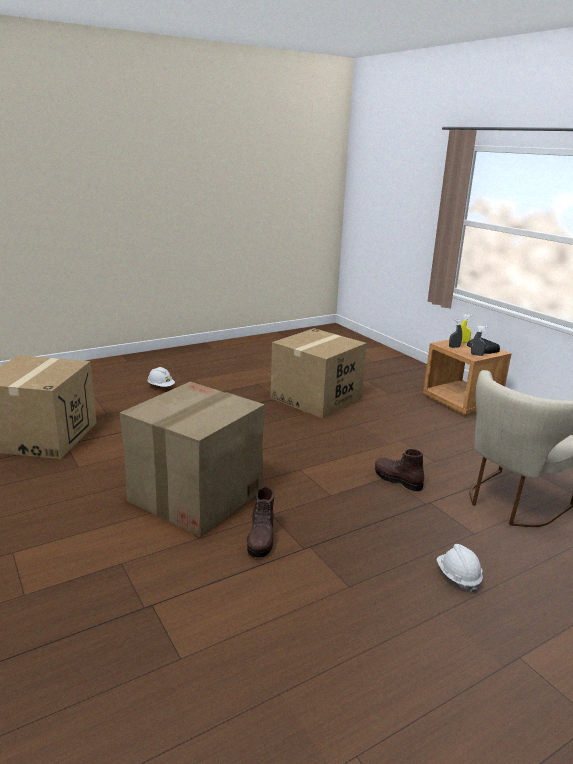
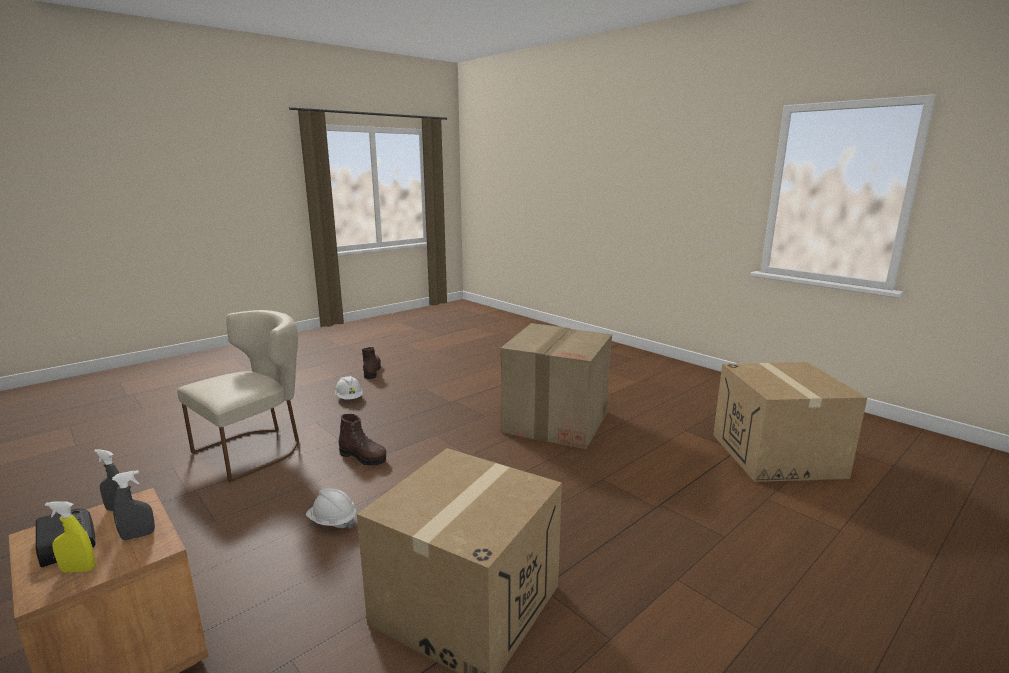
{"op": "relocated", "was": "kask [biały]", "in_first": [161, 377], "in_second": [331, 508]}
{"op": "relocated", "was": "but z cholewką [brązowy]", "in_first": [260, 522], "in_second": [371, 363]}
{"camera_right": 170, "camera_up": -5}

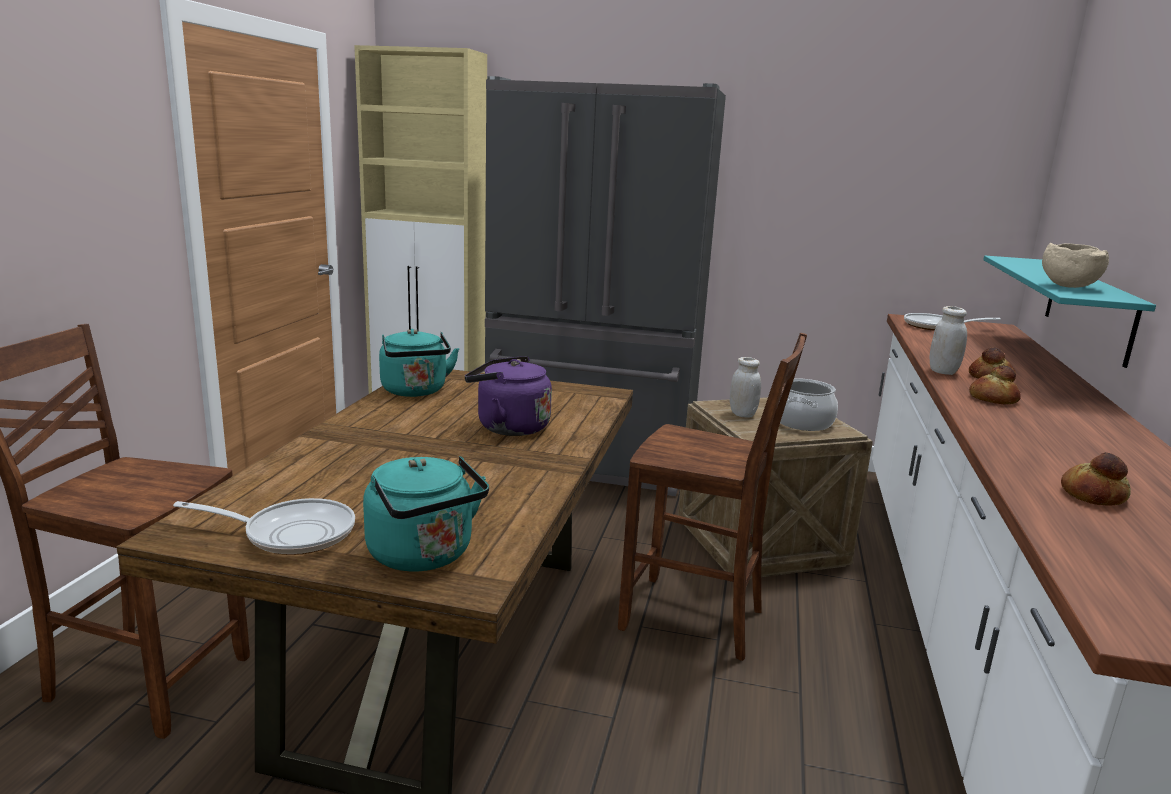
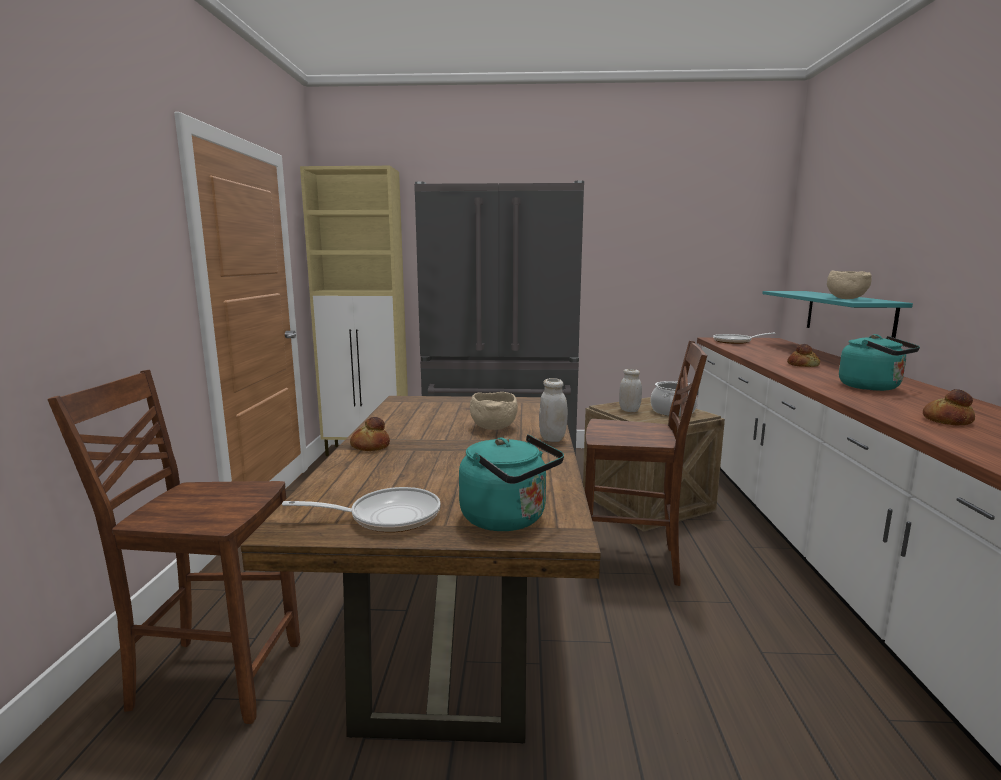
{"op": "relocated", "was": "chleb", "in_first": [995, 385], "in_second": [370, 434]}
{"op": "exchanged", "was": "czajnik [fioletowy]", "now": "miska [beżowy]", "in_first": [508, 396], "in_second": [494, 411]}
{"op": "relocated", "was": "słoik [biały]", "in_first": [948, 340], "in_second": [553, 410]}
{"op": "relocated", "was": "czajnik [turkusowy]", "in_first": [419, 363], "in_second": [879, 362]}
{"camera_right": -10, "camera_up": -5}

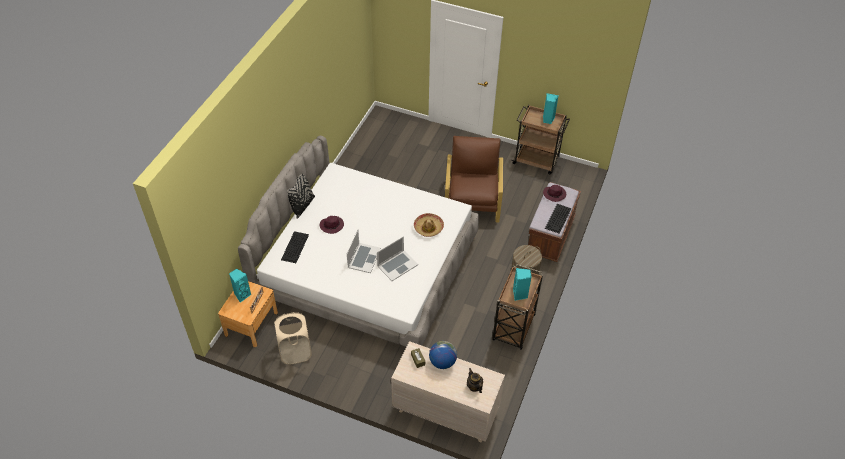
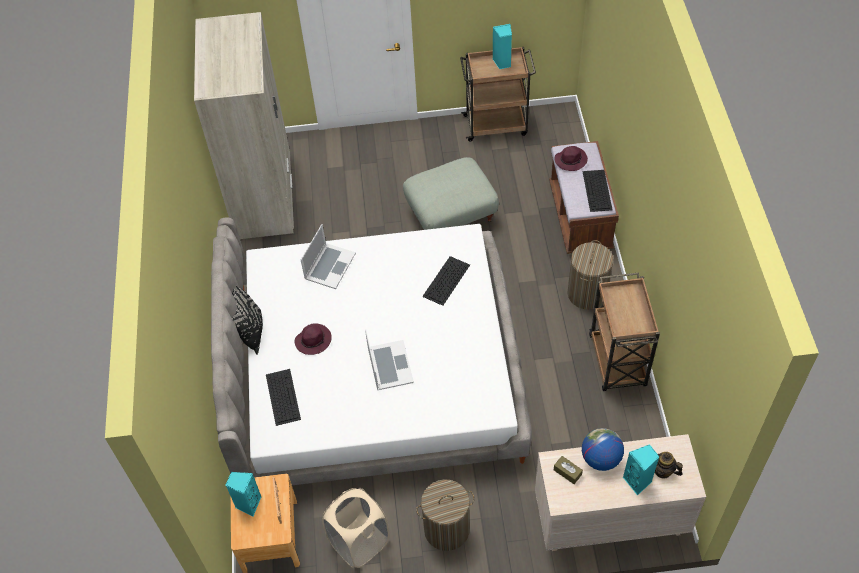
{"op": "appeared", "now": "szafa [beżowy]", "in_second": [244, 125]}
{"op": "relocated", "was": "laptop", "in_first": [397, 258], "in_second": [328, 256]}
{"op": "exchanged", "was": "fotel [brązowy]", "now": "pufa [szary]", "in_first": [474, 179], "in_second": [451, 193]}
{"op": "appeared", "now": "kosz na pranie", "in_second": [445, 515]}
{"op": "exchanged", "was": "kapelusz", "now": "klawiatura", "in_first": [429, 225], "in_second": [446, 281]}
{"op": "relocated", "was": "głośnik [turkusowy]", "in_first": [522, 284], "in_second": [641, 470]}
{"camera_right": -25, "camera_up": 5}

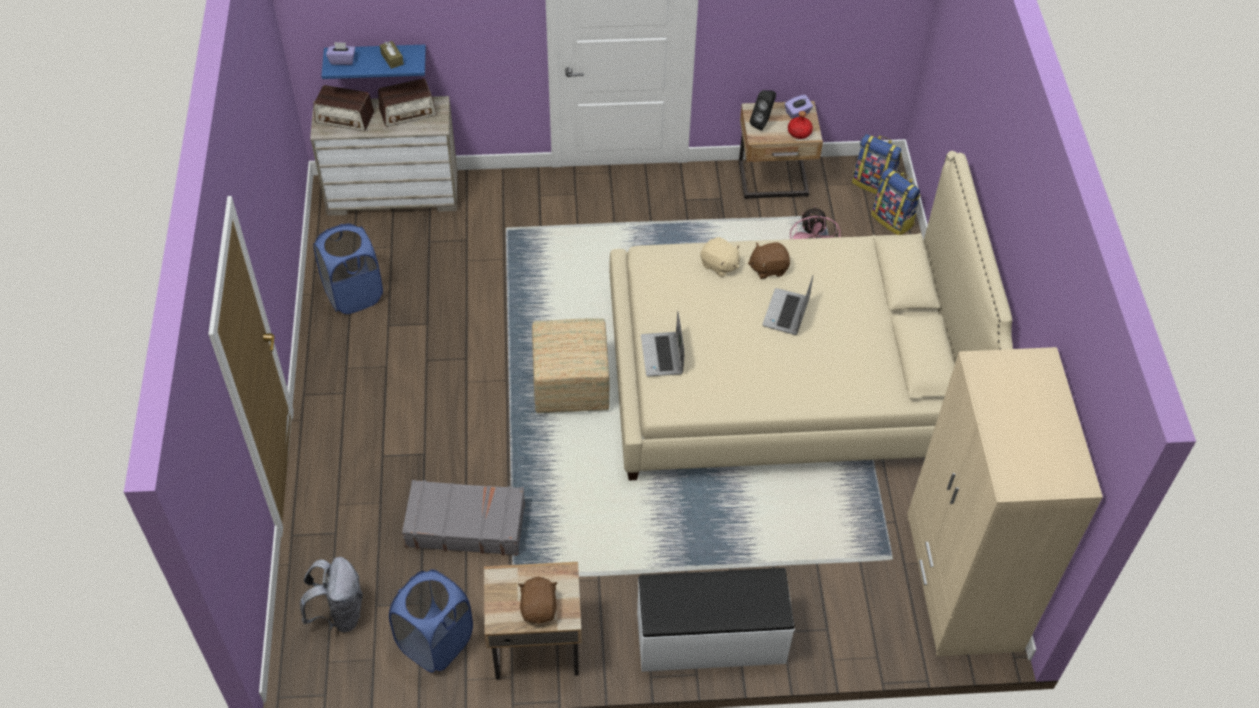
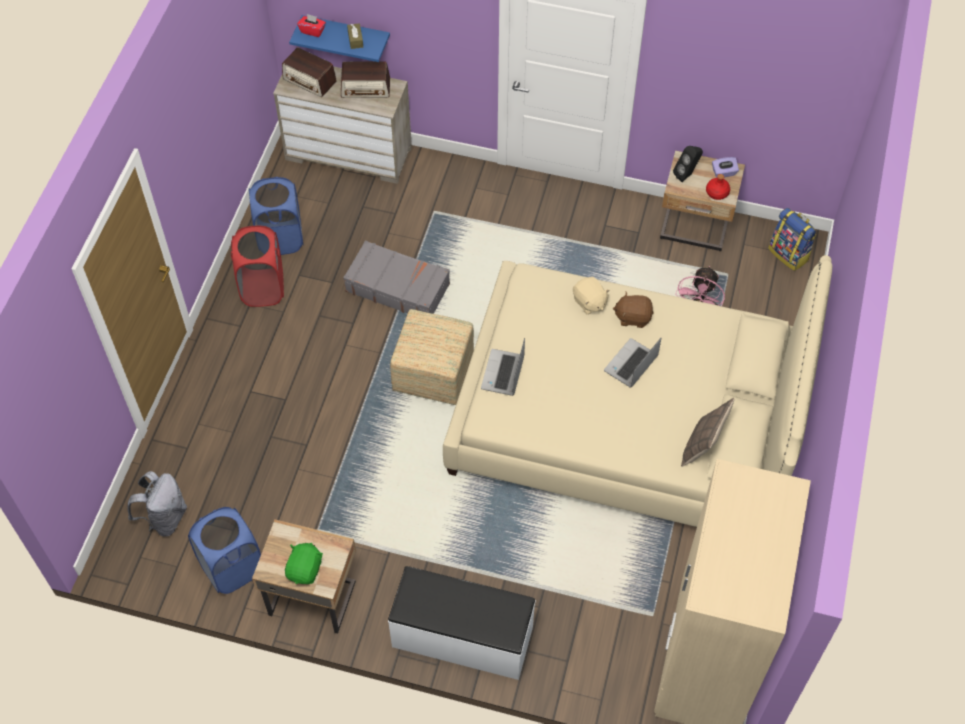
{"op": "appeared", "now": "kosz na pranie [czerwony]", "in_second": [257, 266]}
{"op": "colour", "was": "pluszak [brązowy]", "now": "pluszak [zielony]", "in_first": [537, 600], "in_second": [304, 563]}
{"op": "colour", "was": "pudełko chusteczek [fioletowy]", "now": "pudełko chusteczek [czerwony]", "in_first": [340, 53], "in_second": [311, 25]}
{"op": "relocated", "was": "walizka [szary]", "in_first": [463, 518], "in_second": [396, 277]}
{"op": "appeared", "now": "poduszka", "in_second": [707, 432]}
{"op": "missing", "was": "plecak", "in_first": [896, 201]}
{"camera_right": 20, "camera_up": 5}

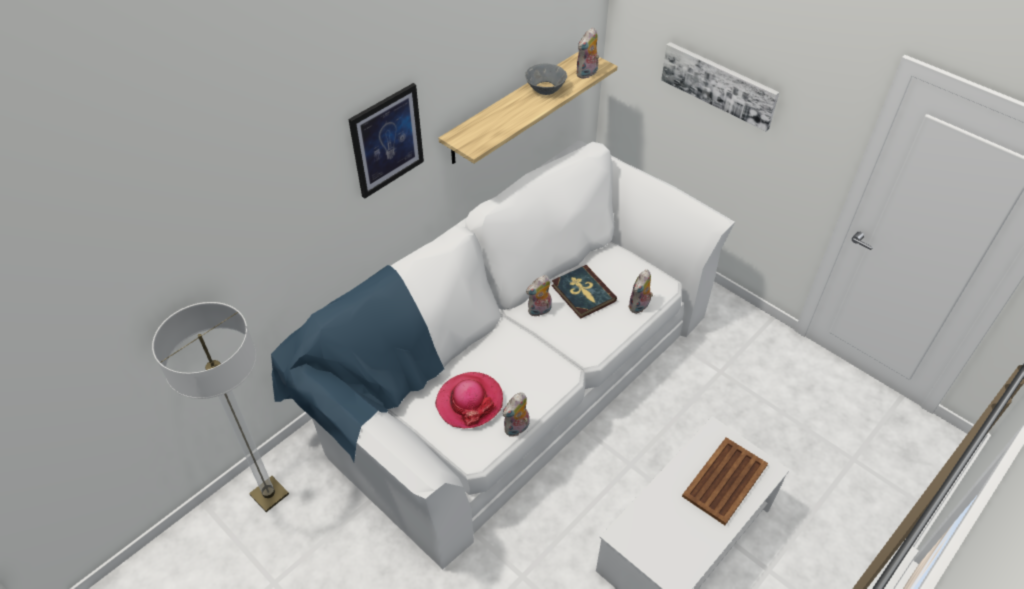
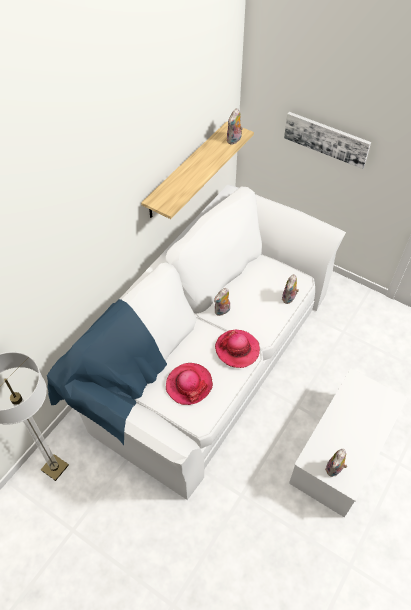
{"op": "appeared", "now": "kapelusz", "in_second": [237, 349]}
{"op": "relocated", "was": "pluszak", "in_first": [516, 414], "in_second": [336, 463]}
{"op": "missing", "was": "obraz", "in_first": [386, 141]}
{"op": "missing", "was": "miska [szary]", "in_first": [546, 79]}
{"op": "missing", "was": "książka", "in_first": [584, 292]}
{"op": "missing", "was": "taca [brązowy]", "in_first": [725, 481]}
{"camera_right": -10, "camera_up": 5}

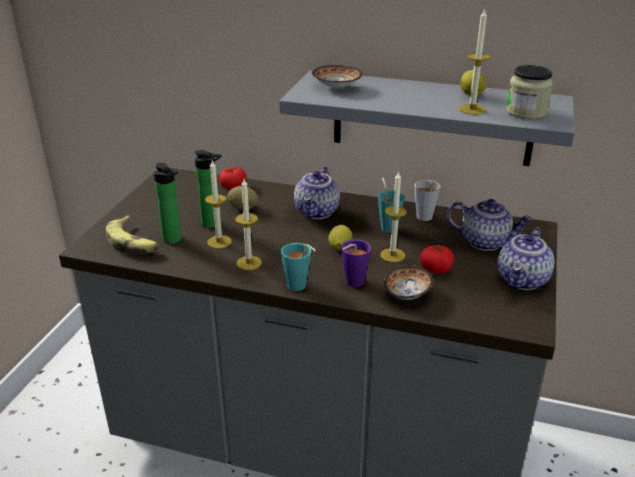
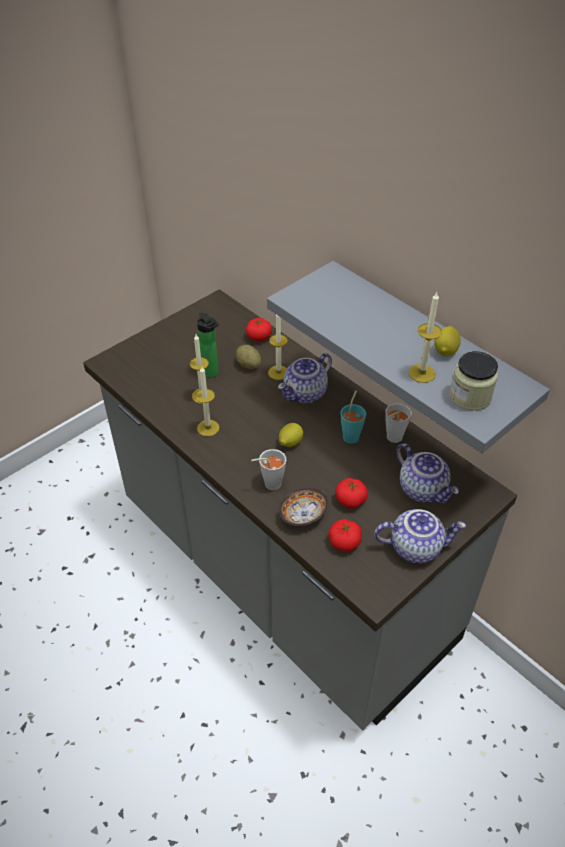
{"op": "colour", "was": "filiżanka [fioletowy]", "now": "filiżanka [szary]", "in_first": [356, 263], "in_second": [269, 469]}
{"op": "relocated", "was": "świeca", "in_first": [393, 216], "in_second": [278, 347]}
{"op": "appeared", "now": "pomidor", "in_second": [345, 535]}
{"op": "spun", "was": "imbryk", "in_first": [525, 258], "in_second": [420, 536], "clockwise": -150}
{"op": "missing", "was": "banan", "in_first": [132, 235]}
{"op": "missing", "was": "butelka", "in_first": [168, 203]}
{"op": "missing", "was": "filiżanka [turkusowy]", "in_first": [298, 267]}
{"op": "missing", "was": "miska", "in_first": [337, 76]}
{"camera_right": 30, "camera_up": 15}

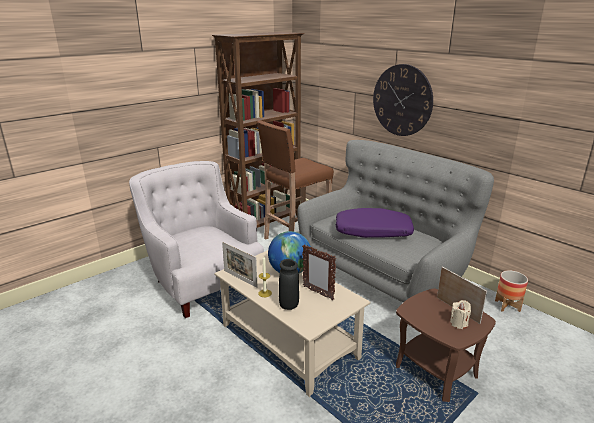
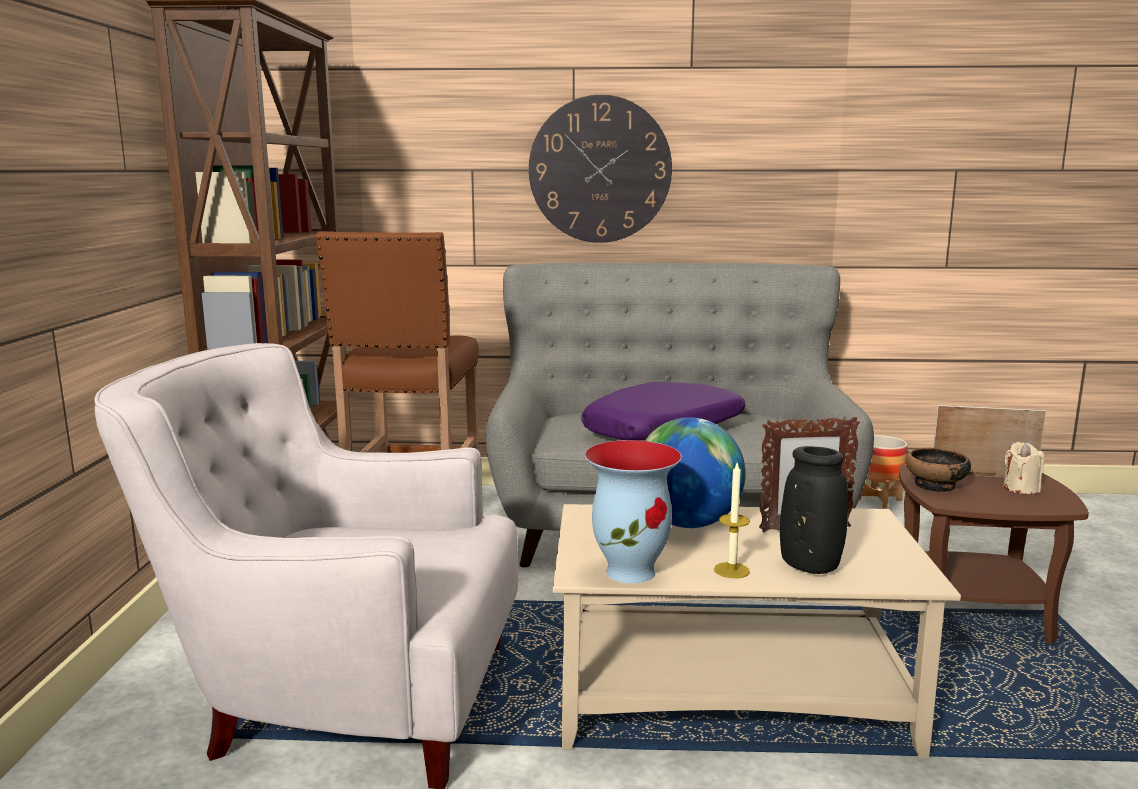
{"op": "exchanged", "was": "ramka na zdjęcie", "now": "wazon", "in_first": [240, 265], "in_second": [633, 511]}
{"op": "appeared", "now": "miska", "in_second": [938, 470]}
{"camera_right": -45, "camera_up": -10}

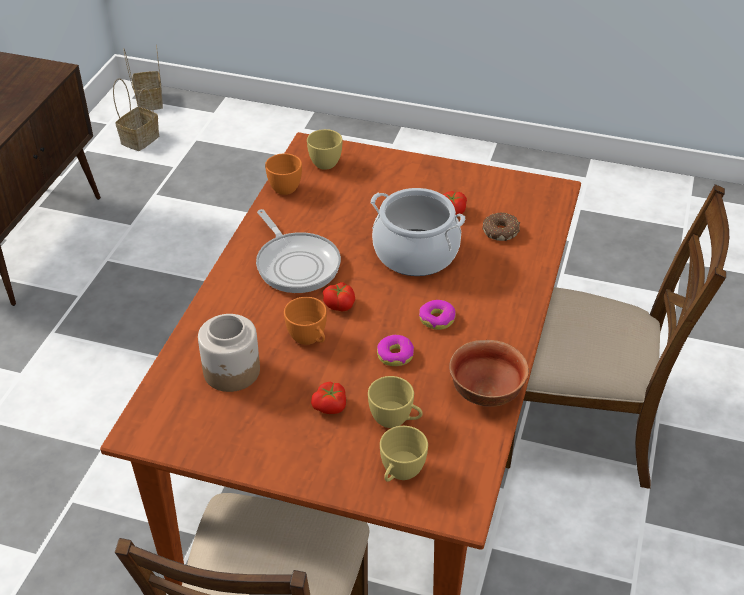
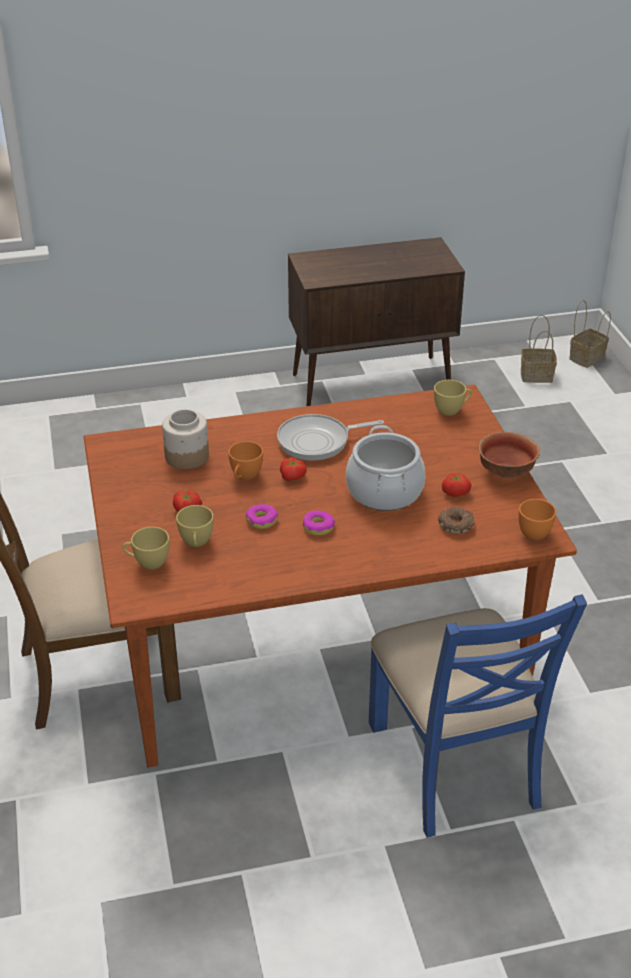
{"op": "spun", "was": "patelnia", "in_first": [298, 251], "in_second": [330, 437], "clockwise": 45}
{"op": "colour", "was": "krzesło [brązowy]", "now": "krzesło [niebieski]", "in_first": [617, 336], "in_second": [478, 716]}
{"op": "relocated", "was": "miska", "in_first": [489, 373], "in_second": [509, 455]}
{"op": "relocated", "was": "filiżanka [pomarańczowy]", "in_first": [283, 174], "in_second": [537, 519]}
{"camera_right": 60, "camera_up": -5}

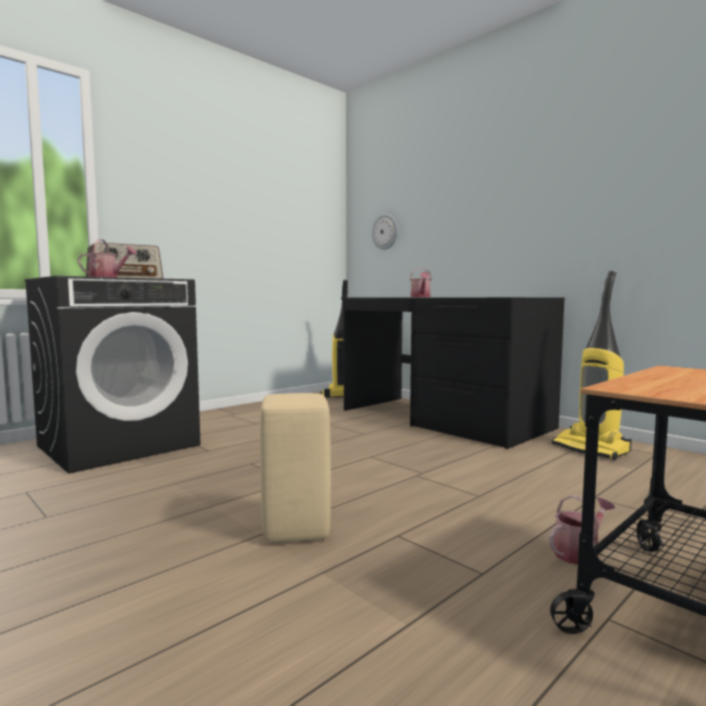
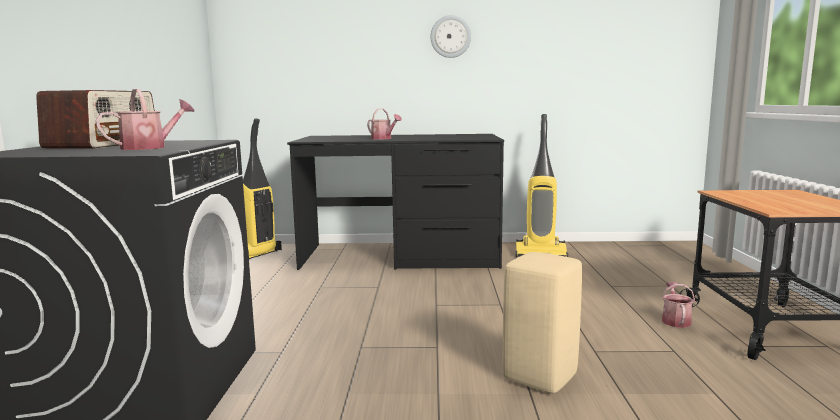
{"op": "relocated", "was": "zegar ścienny", "in_first": [385, 232], "in_second": [451, 36]}
{"camera_right": -45, "camera_up": 5}

